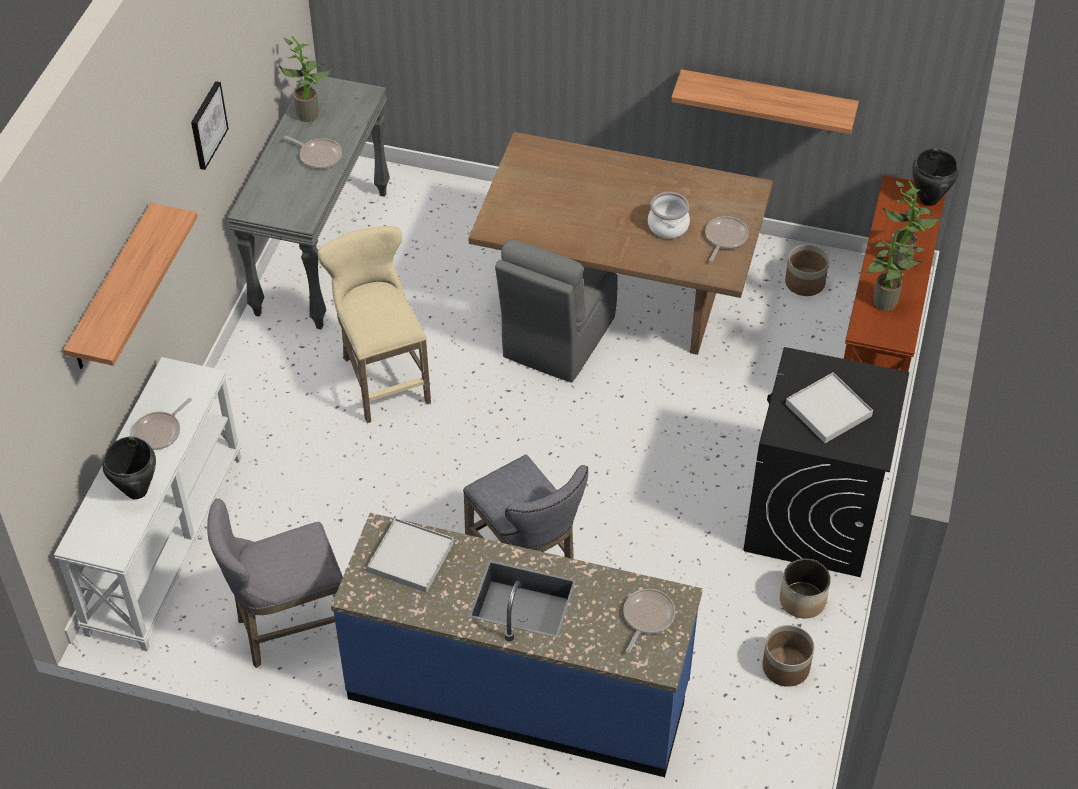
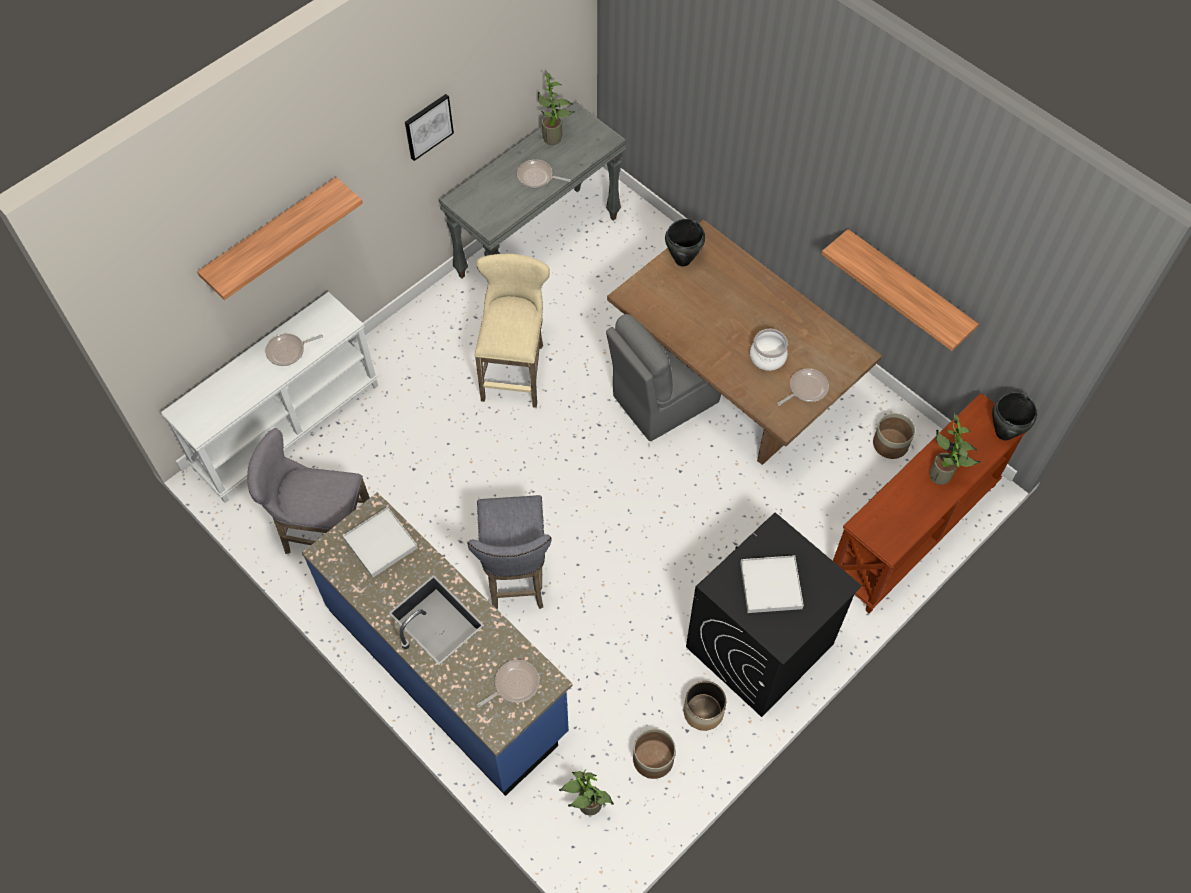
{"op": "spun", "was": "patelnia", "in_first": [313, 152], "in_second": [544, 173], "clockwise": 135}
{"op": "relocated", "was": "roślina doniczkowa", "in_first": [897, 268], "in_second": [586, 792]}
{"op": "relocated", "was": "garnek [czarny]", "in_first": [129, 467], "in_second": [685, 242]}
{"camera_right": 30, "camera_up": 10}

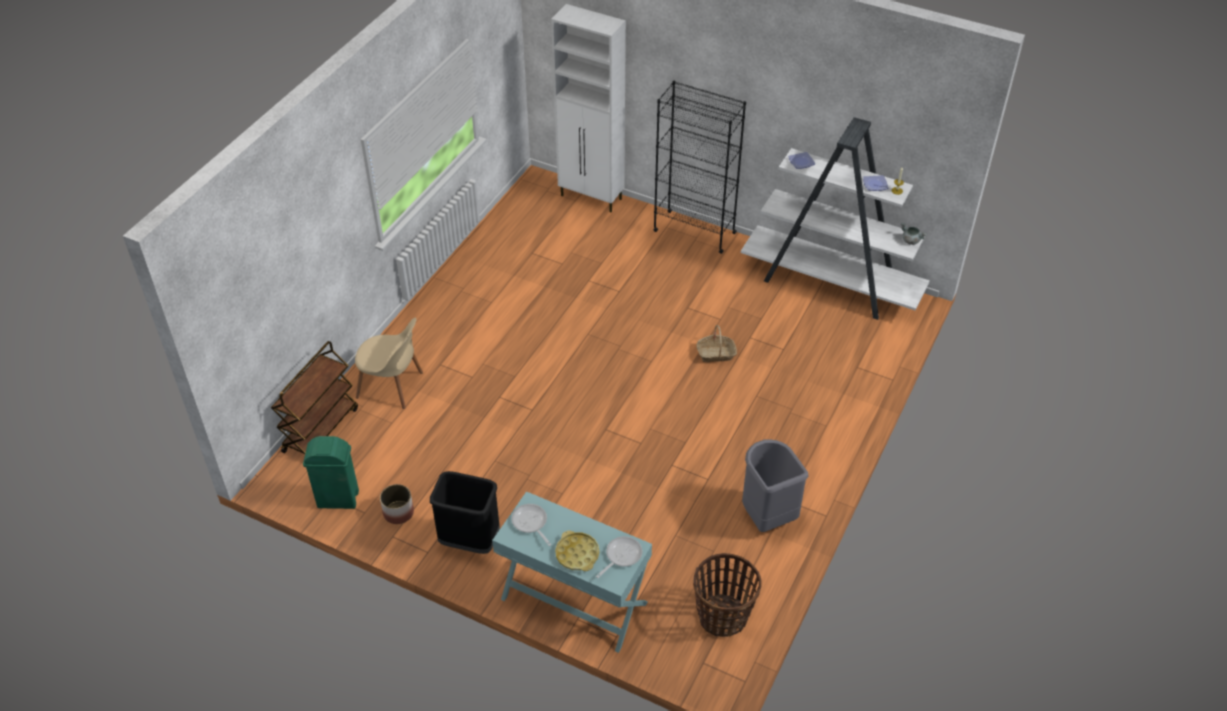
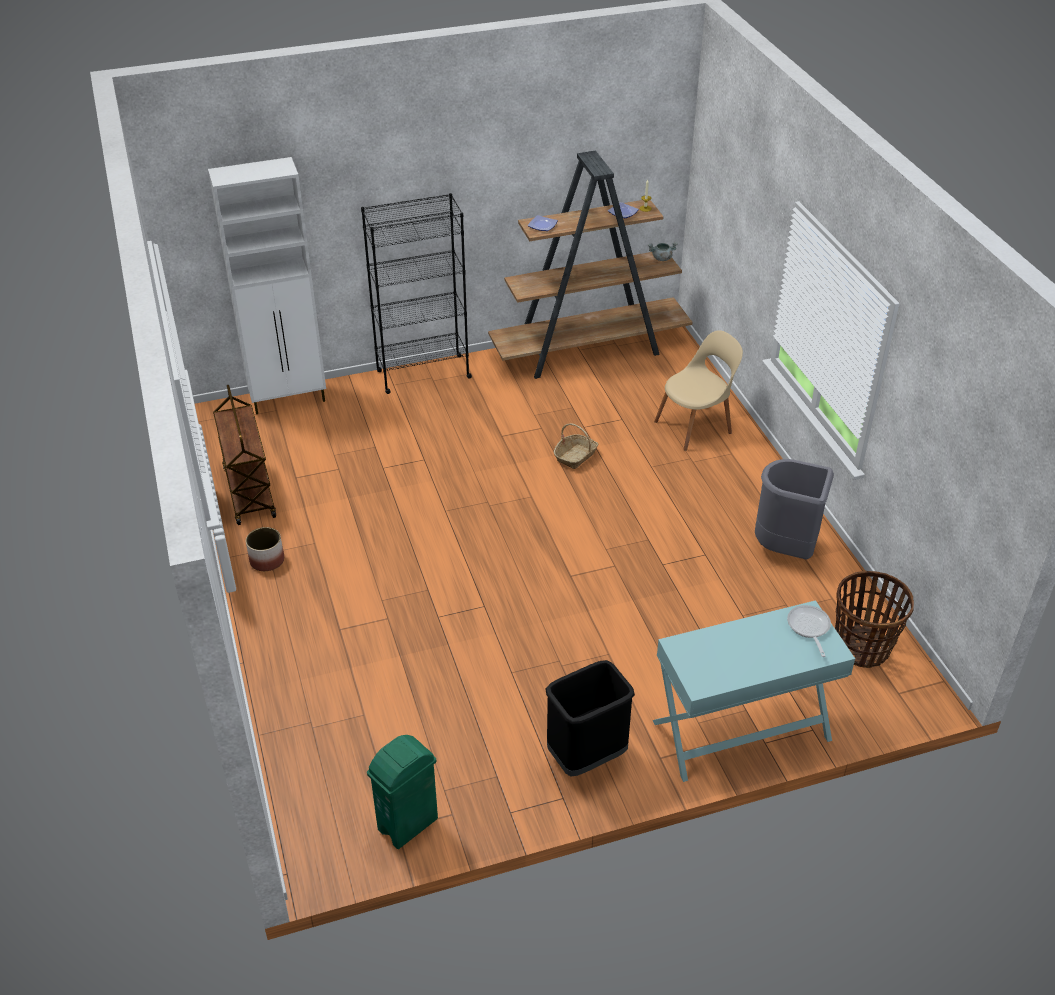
{"op": "relocated", "was": "wózek [brązowy]", "in_first": [314, 397], "in_second": [244, 455]}
{"op": "relocated", "was": "donica", "in_first": [397, 504], "in_second": [265, 549]}
{"op": "colour", "was": "regał [biały]", "now": "regał [brązowy]", "in_first": [835, 218], "in_second": [590, 264]}
{"op": "relocated", "was": "krzesło [beżowy]", "in_first": [389, 363], "in_second": [698, 390]}
{"op": "missing", "was": "patelnia", "in_first": [531, 525]}
{"op": "missing", "was": "taca [żółty]", "in_first": [577, 551]}
{"camera_right": -45, "camera_up": -5}

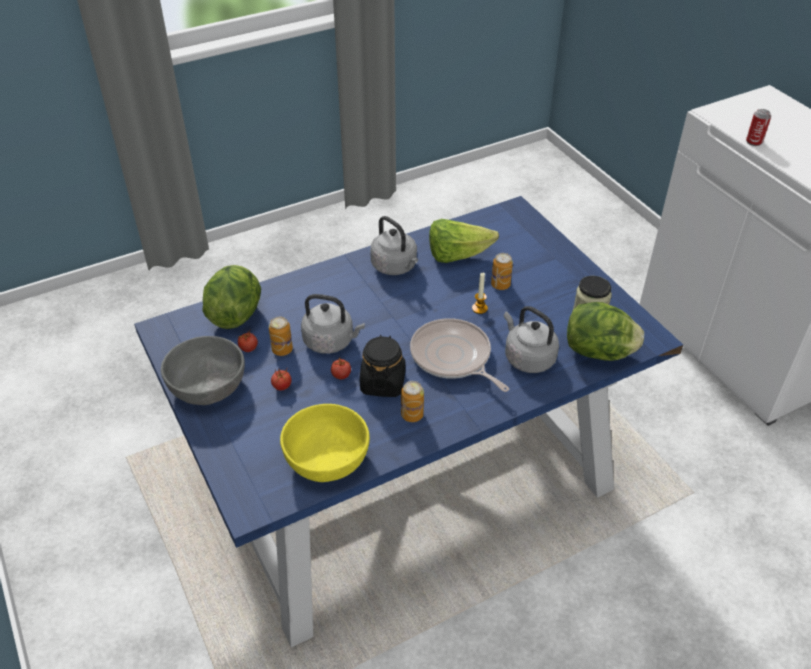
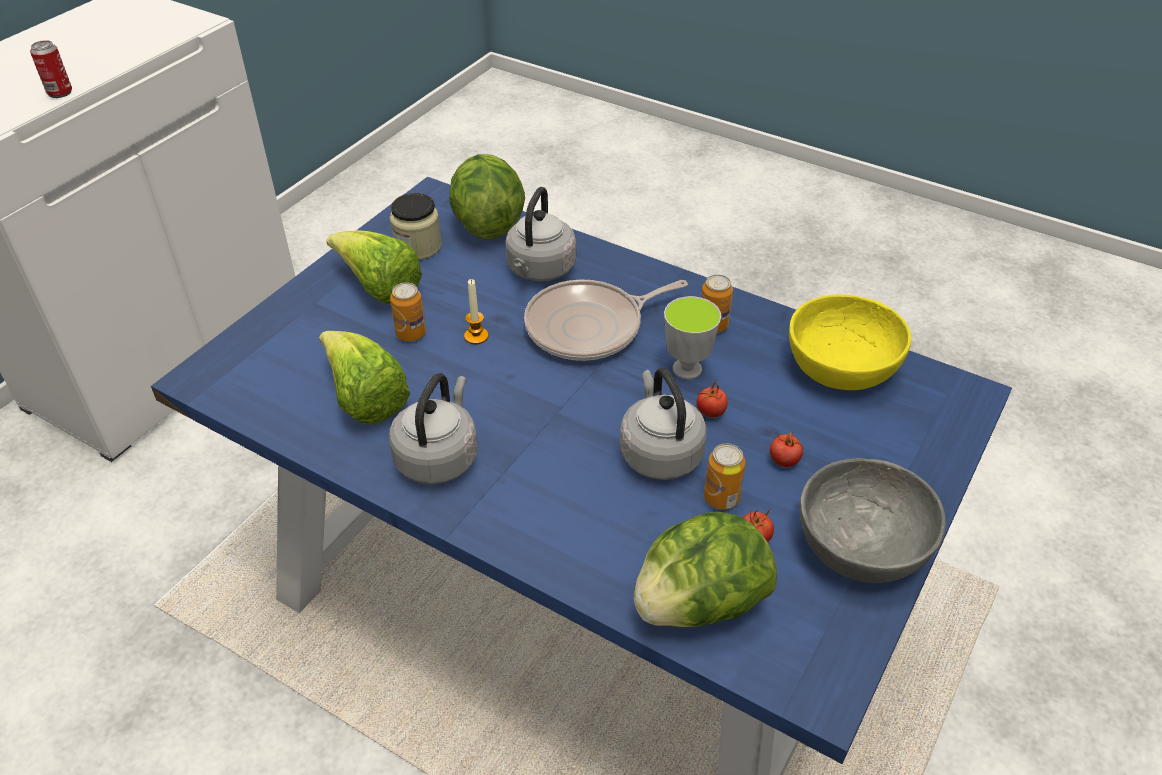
{"op": "appeared", "now": "sałata", "in_second": [374, 267]}
{"op": "spun", "was": "patelnia", "in_first": [459, 355], "in_second": [606, 320], "clockwise": 45}
{"op": "exchanged", "was": "słoik [czarny]", "now": "filiżanka", "in_first": [382, 366], "in_second": [692, 338]}
{"camera_right": -120, "camera_up": 0}

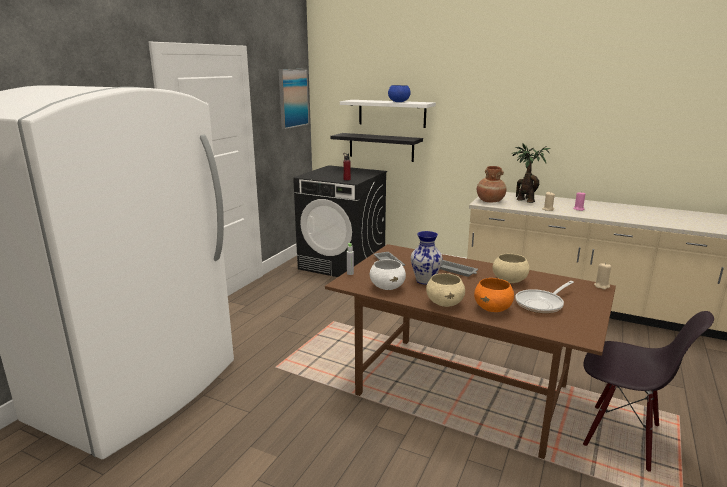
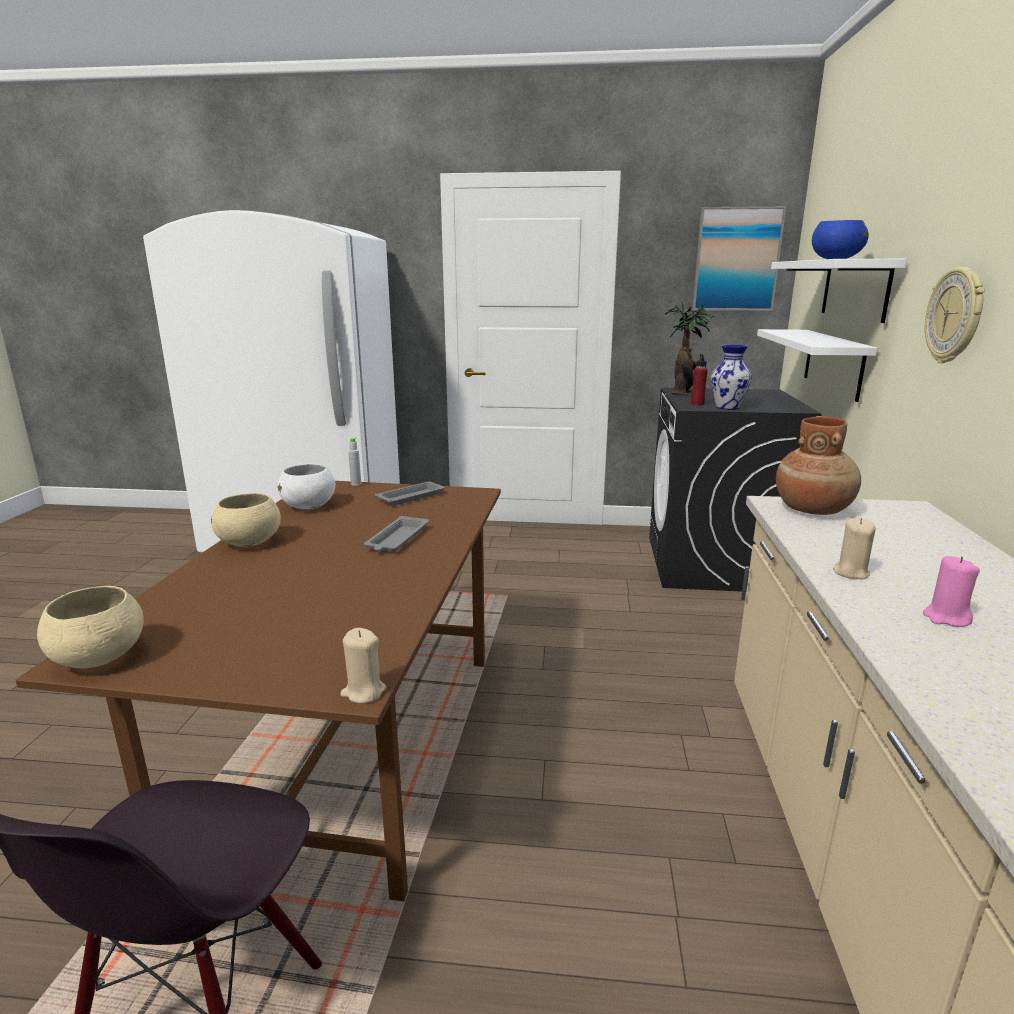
{"op": "relocated", "was": "miska [beżowy]", "in_first": [511, 268], "in_second": [90, 627]}
{"op": "relocated", "was": "roślina doniczkowa", "in_first": [531, 173], "in_second": [689, 347]}
{"op": "relocated", "was": "wazon", "in_first": [427, 258], "in_second": [731, 377]}
{"op": "colour", "was": "półka [czarny]", "now": "półka [biały]", "in_first": [377, 147], "in_second": [817, 365]}
{"op": "appeared", "now": "zegar ścienny", "in_second": [955, 315]}
{"op": "missing", "was": "miska [pomarańczowy]", "in_first": [494, 295]}
{"op": "missing", "was": "patelnia", "in_first": [544, 297]}
{"camera_right": 70, "camera_up": 0}

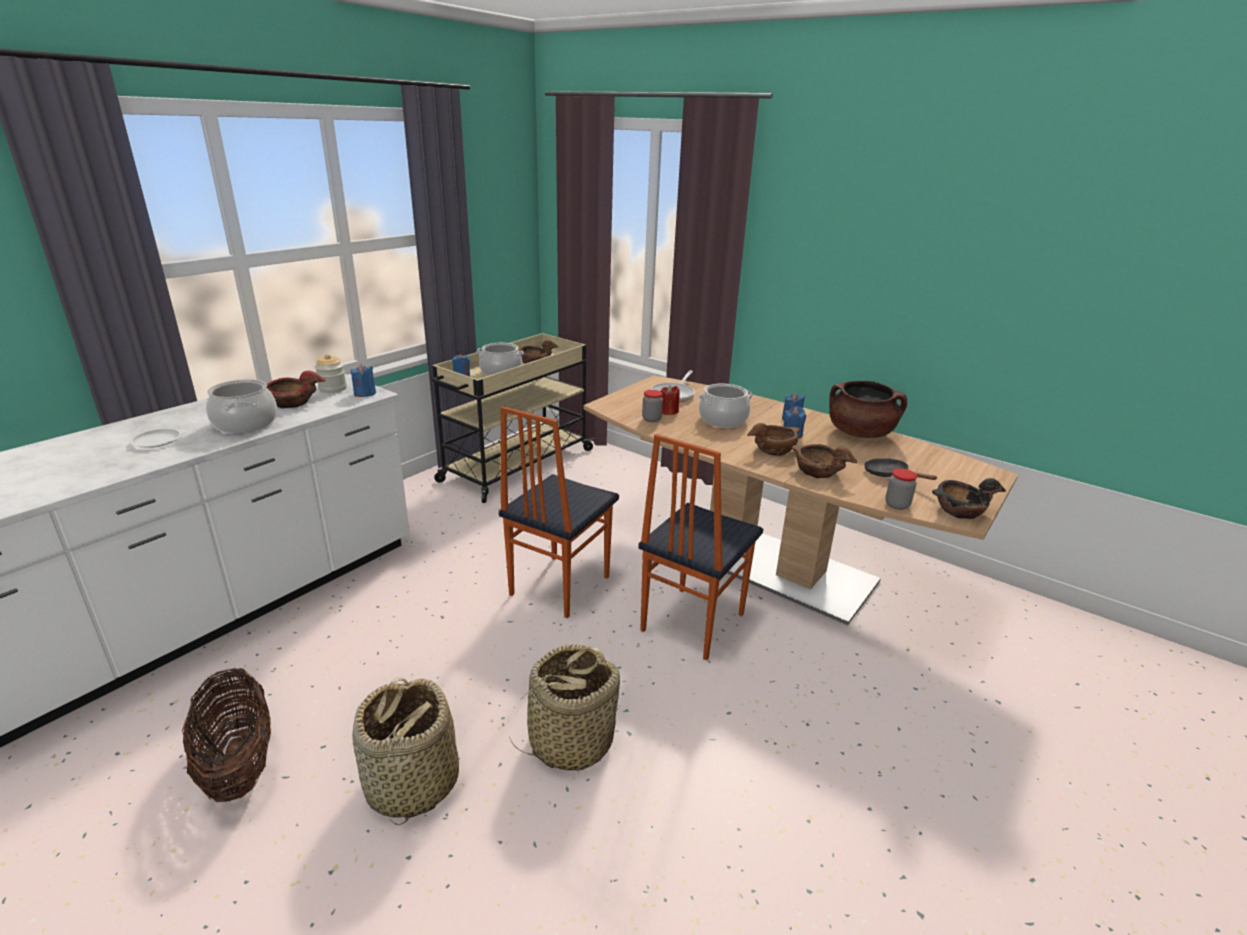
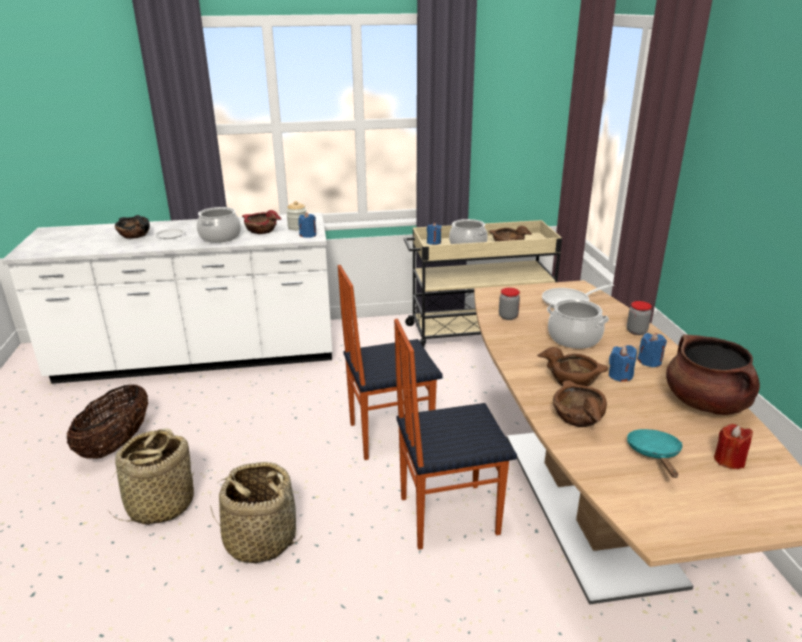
{"op": "relocated", "was": "miska [czarny]", "in_first": [969, 498], "in_second": [132, 227]}
{"op": "relocated", "was": "słoik", "in_first": [901, 489], "in_second": [639, 318]}
{"op": "colour", "was": "patelnia [czarny]", "now": "patelnia [turkusowy]", "in_first": [901, 469], "in_second": [655, 453]}
{"op": "relocated", "was": "świeca [czerwony]", "in_first": [670, 400], "in_second": [733, 446]}
{"camera_right": 45, "camera_up": 0}

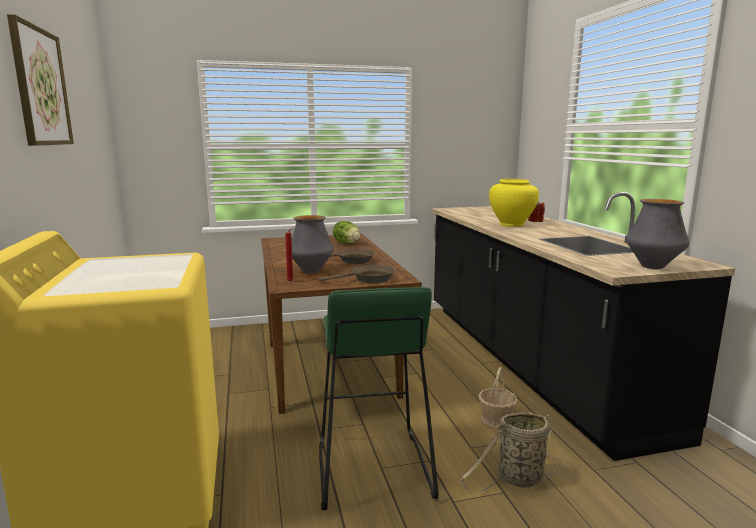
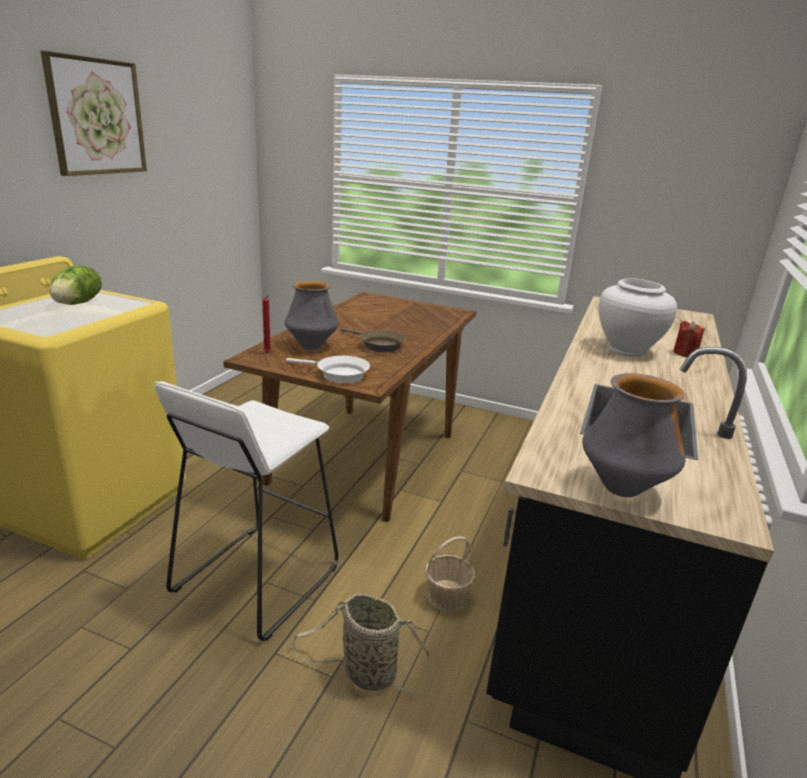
{"op": "relocated", "was": "sałata", "in_first": [346, 232], "in_second": [76, 285]}
{"op": "colour", "was": "stołek [zielony]", "now": "stołek [biały]", "in_first": [379, 398], "in_second": [246, 511]}
{"op": "colour", "was": "patelnia [brązowy]", "now": "patelnia [biały]", "in_first": [357, 274], "in_second": [328, 369]}
{"op": "colour", "was": "wazon [żółty]", "now": "wazon [biały]", "in_first": [514, 203], "in_second": [637, 317]}
{"camera_right": 35, "camera_up": 10}

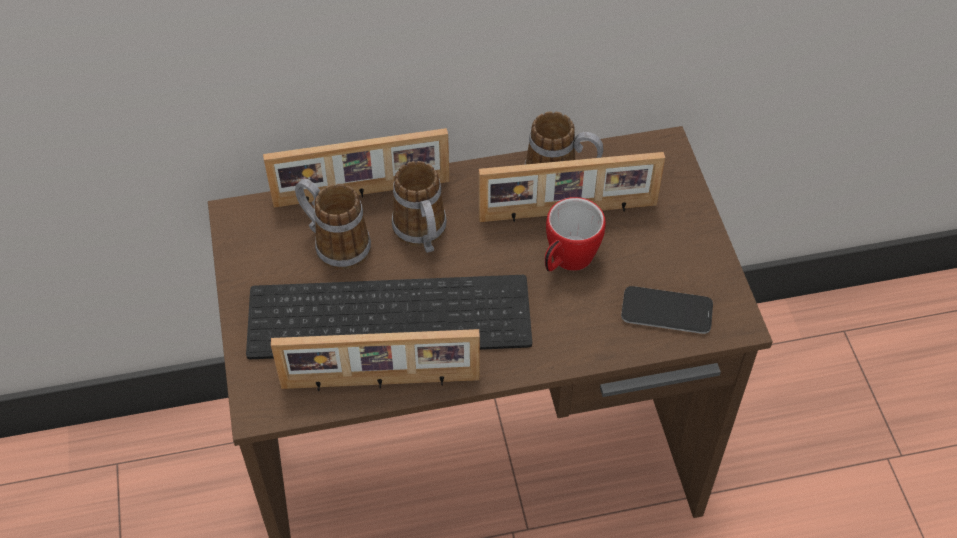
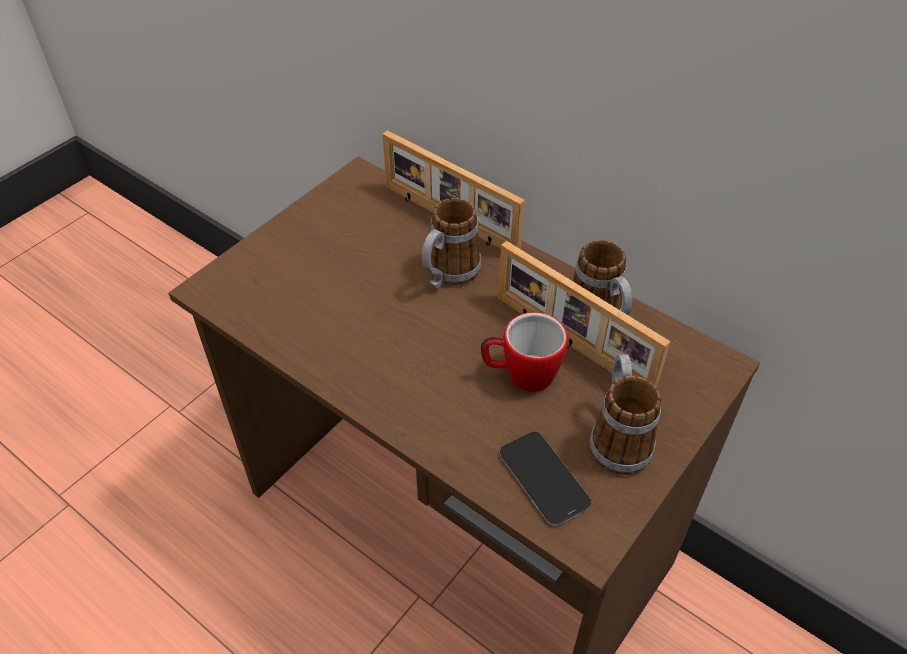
{"op": "relocated", "was": "kubek", "in_first": [333, 224], "in_second": [625, 414]}
{"op": "missing", "was": "klawiatura", "in_first": [389, 317]}
{"op": "missing", "was": "ramka na zdjęcie", "in_first": [375, 360]}
{"camera_right": 50, "camera_up": -5}

